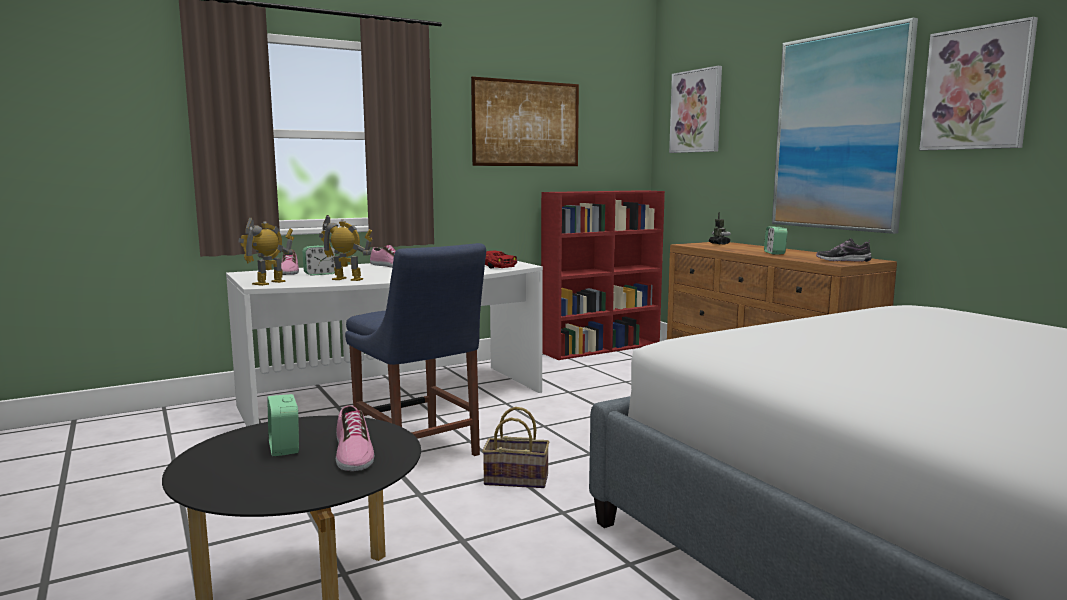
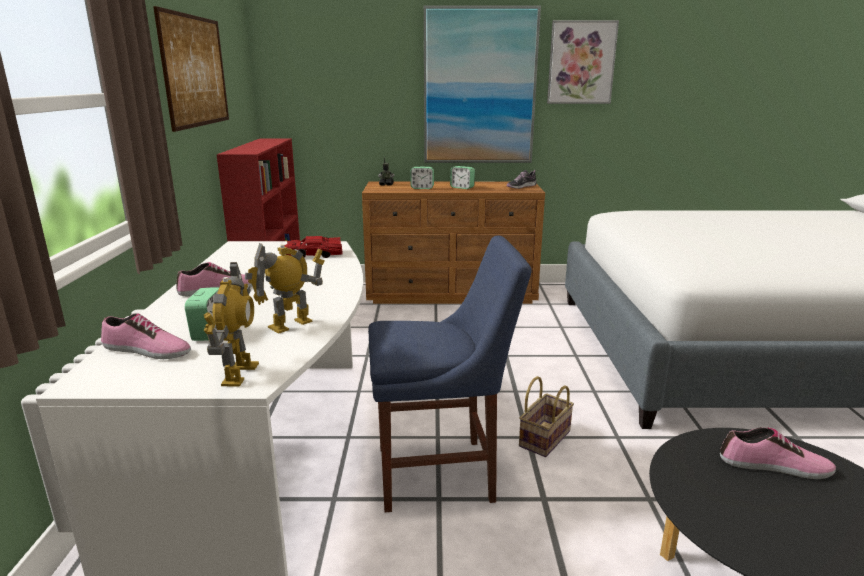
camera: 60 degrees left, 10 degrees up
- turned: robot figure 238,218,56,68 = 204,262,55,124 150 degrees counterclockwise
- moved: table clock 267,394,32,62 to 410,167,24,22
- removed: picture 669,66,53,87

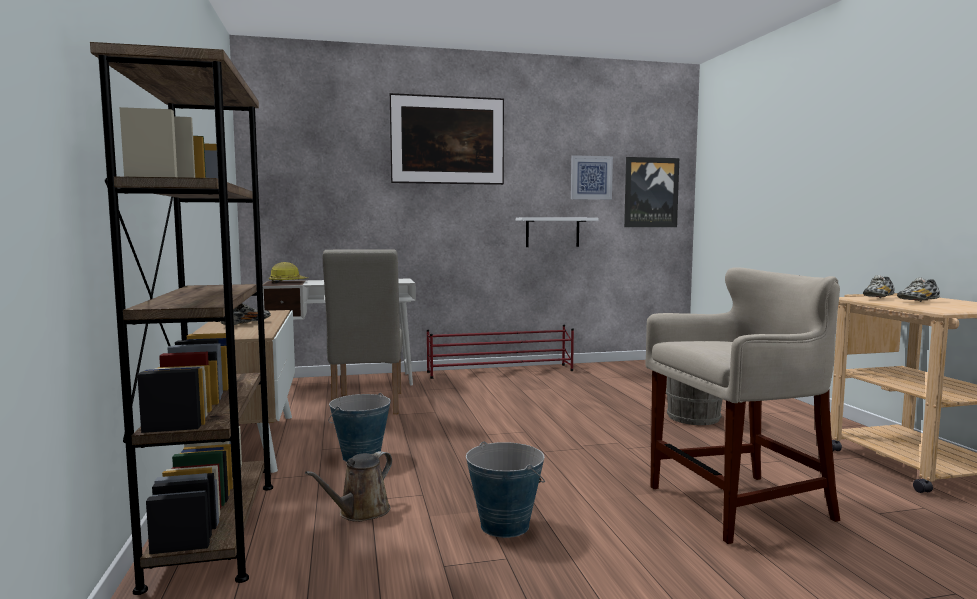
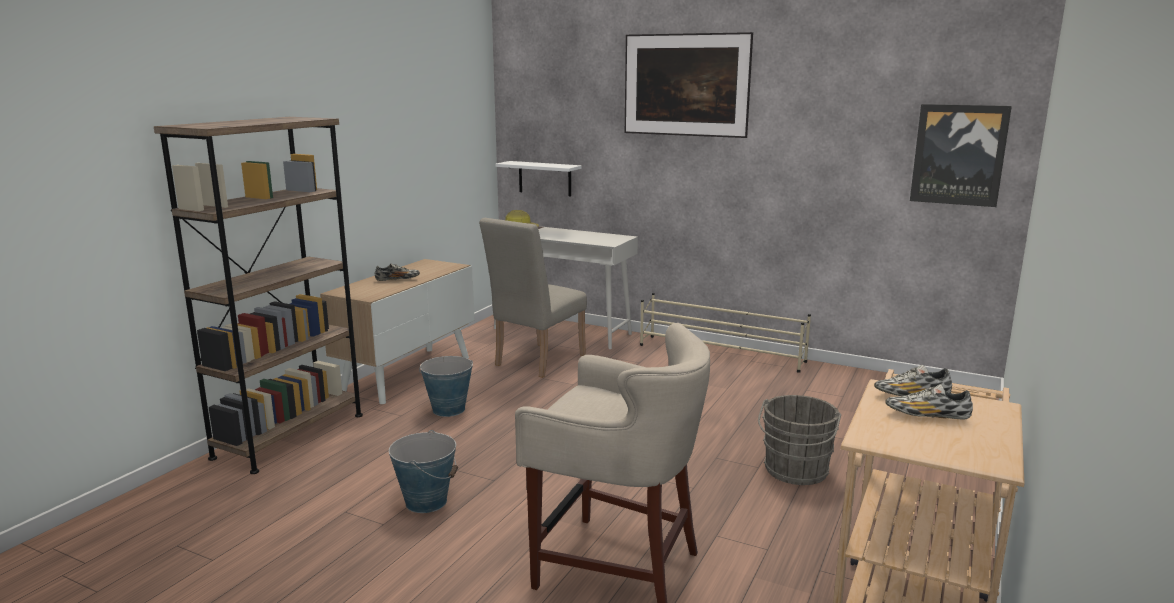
camera: 40 degrees right, 10 degrees up
- removed: brown-coloured watering pot 305,451,87,71
- recoloured: reddish shoe rack 427,325,147,54 to beige-coloured shoe rack 640,293,171,80
- moved: whitish shelf 516,217,82,30 to 495,161,87,35
- removed: picture 571,155,42,45

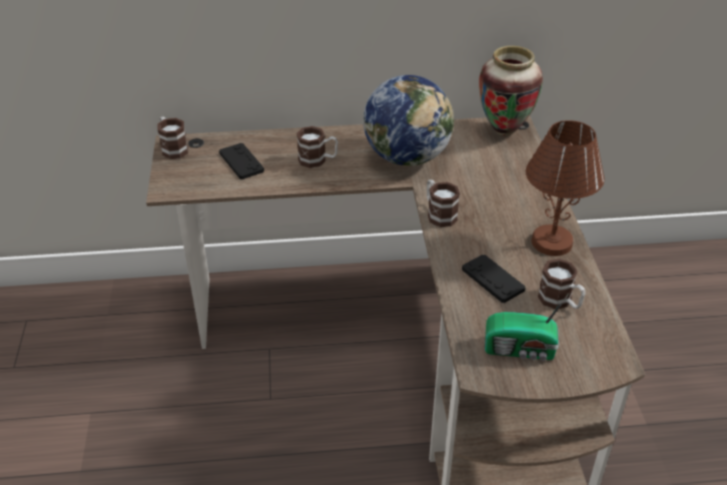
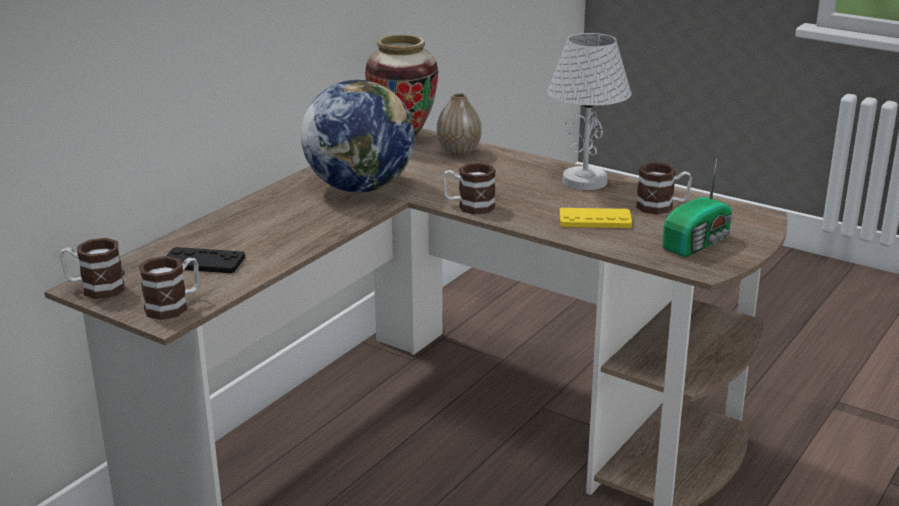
camera: 50 degrees left, 15 degrees down
- moved: tea mug 297,126,41,42 to 138,256,61,64
- recoloured: black-coloured gamepad 462,254,63,49 to yellow-coloured gamepad 560,208,72,20
- recoloured: brown-coloured table lamp 526,120,78,136 to whitish table lamp 547,33,84,157
- added: decorative vase 437,93,45,63

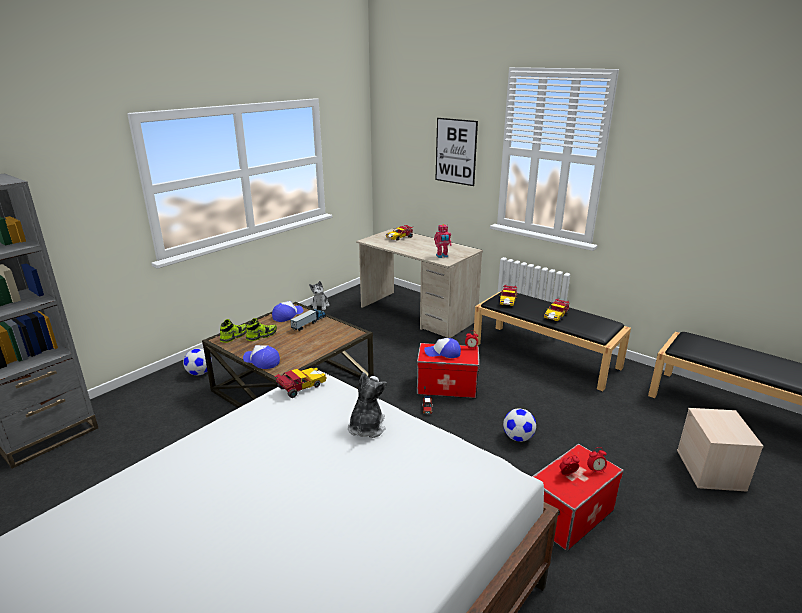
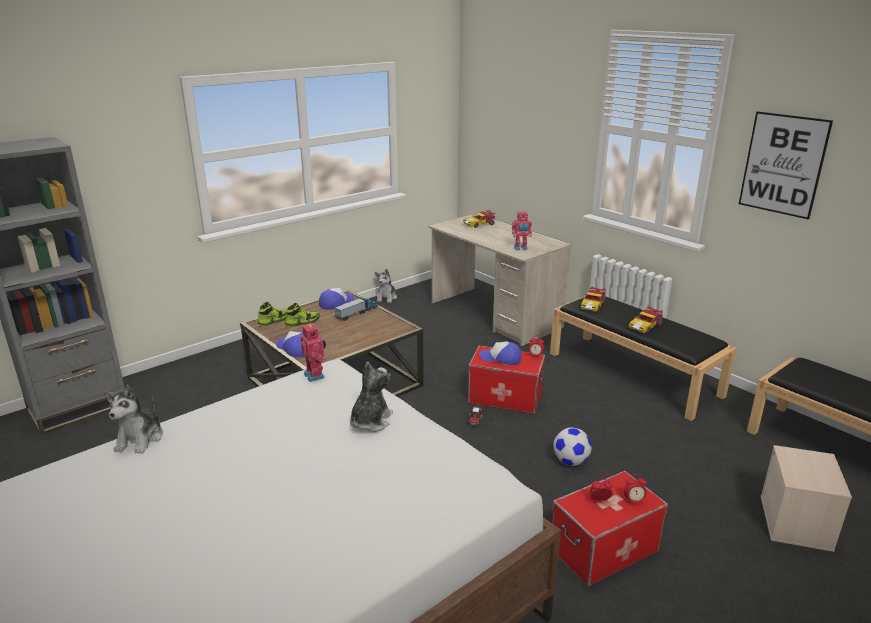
camera: 10 degrees right, 0 degrees up
- removed: football ball 183,349,29,26
- replaced: toy car 275,368,52,30 to robot figure 301,322,25,60
- moved: picture 435,118,43,68 to 739,111,94,109
- added: cuddly toy 104,385,59,69

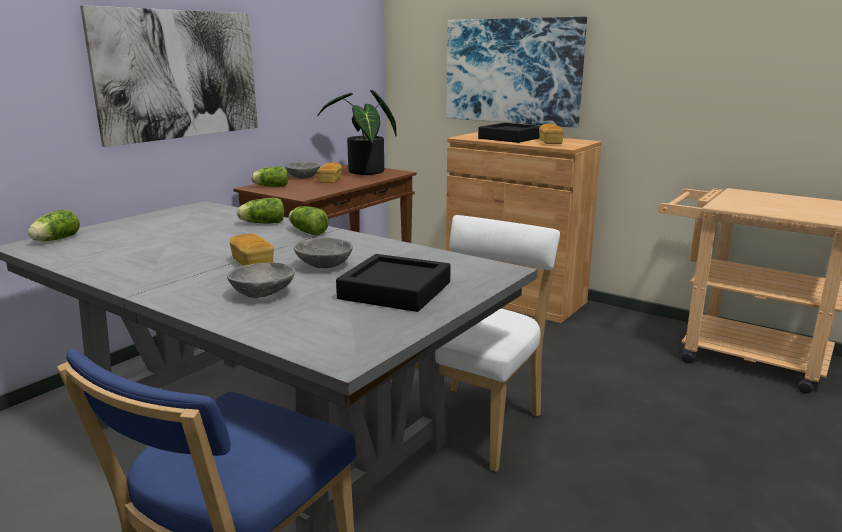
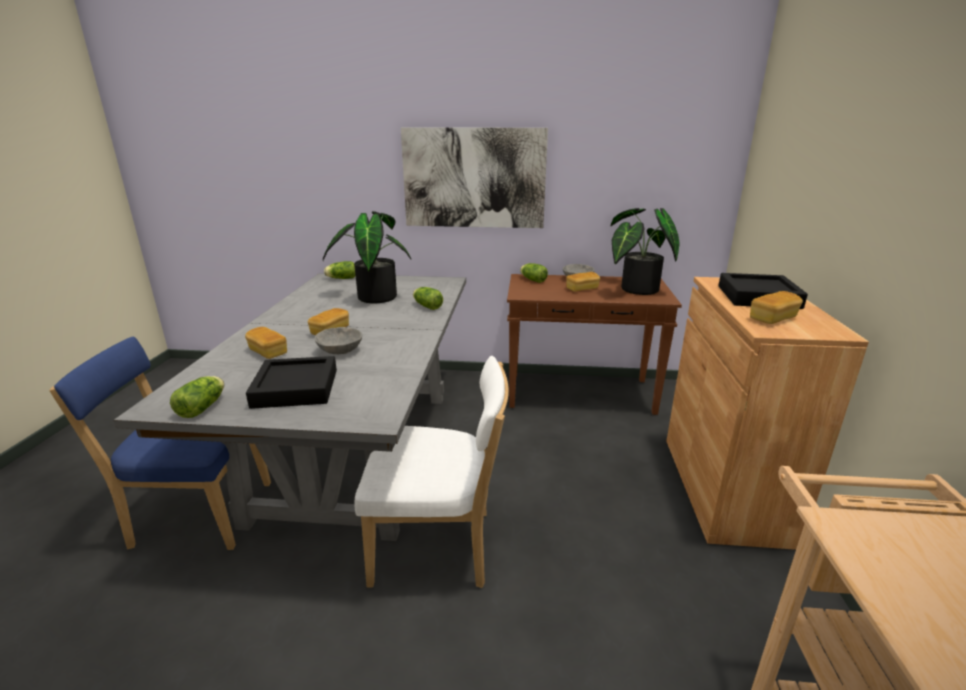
camera: 60 degrees right, 5 degrees up
- replaced: greyish bowl 227,263,68,35 to bread 245,327,42,32
- moved: head of lettuce 289,206,40,30 to 170,376,54,42
- removed: picture 446,17,141,111
- added: plant in a pot 323,211,88,92

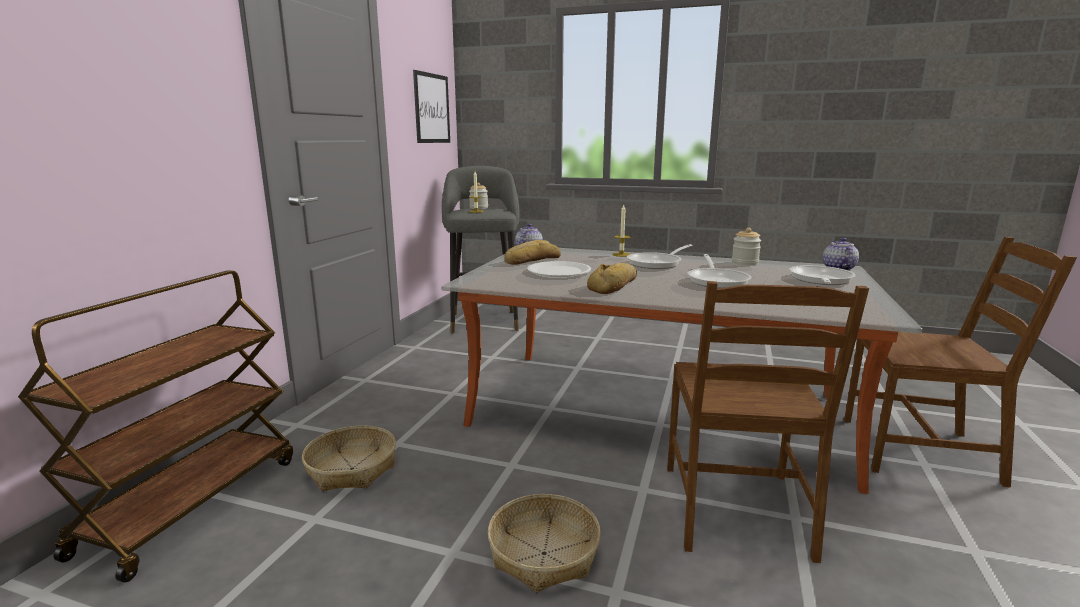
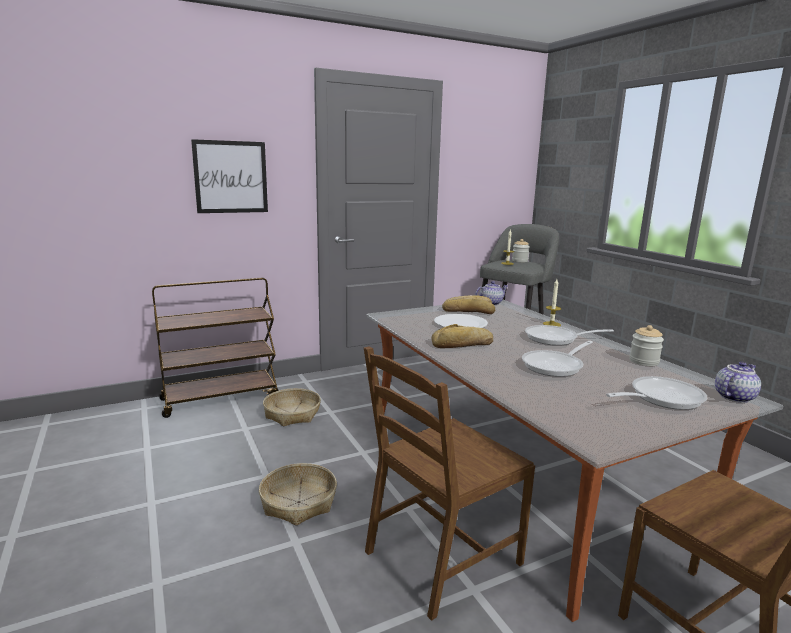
camera: 45 degrees right, 0 degrees up
- moved: picture 413,70,37,73 to 191,139,77,74

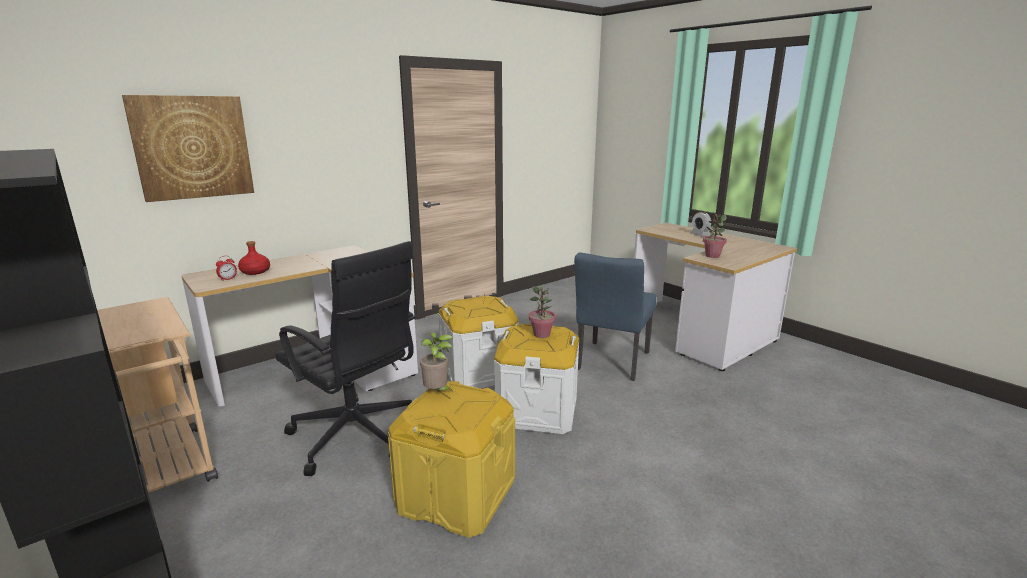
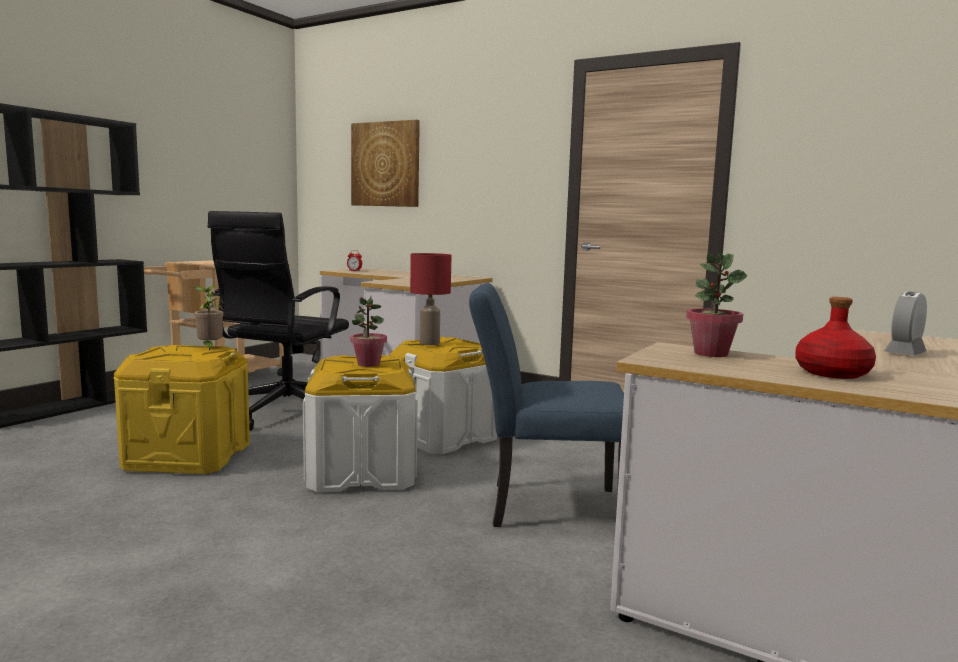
camera: 70 degrees right, 10 degrees down
- moved: reddish beverage bottle 238,241,32,34 to 795,297,81,82
- added: reddish table lamp 410,253,41,92

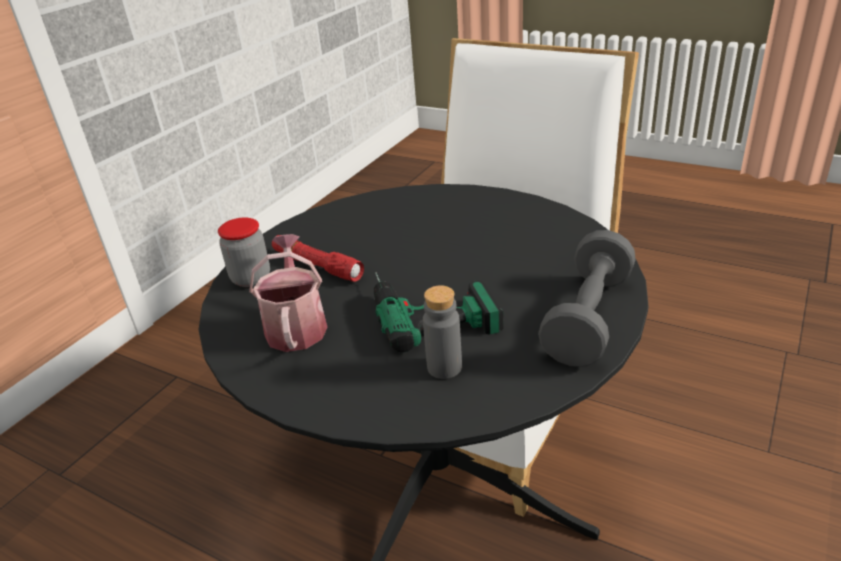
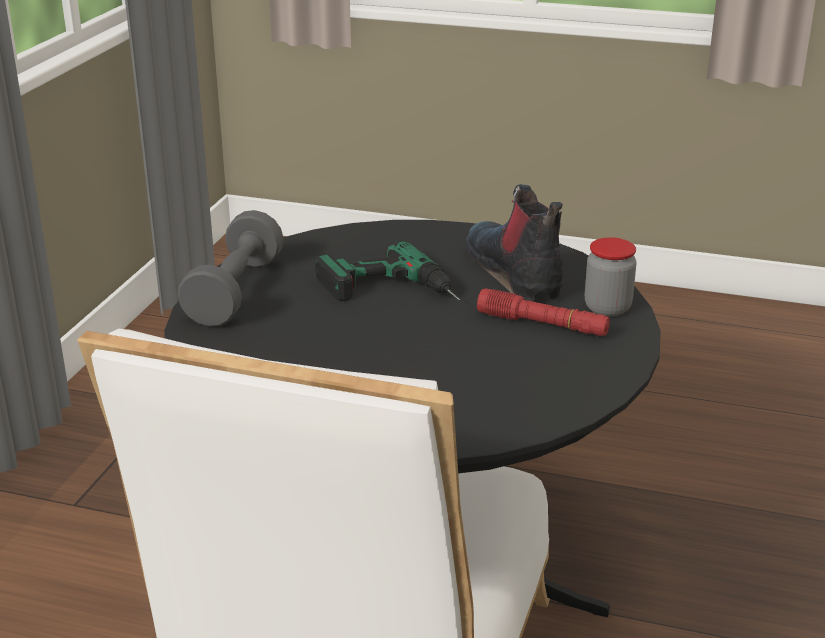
camera: 165 degrees right, 5 degrees down
- replaced: watering pot 249,234,79,118 to boot 466,184,97,117
- removed: greyish beverage bottle 423,285,39,94

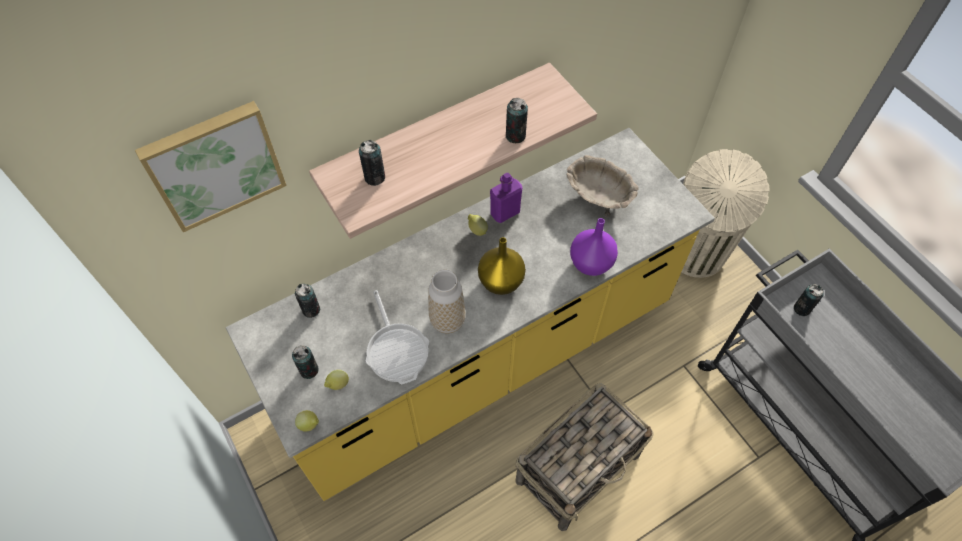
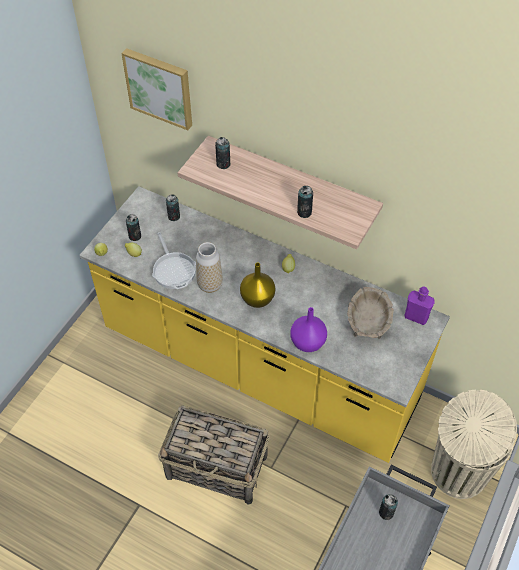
camera: 60 degrees right, 5 degrees down
- turned: pan 366,290,63,94 = 152,232,44,57 60 degrees counterclockwise
- moved: purple beverage bottle 490,173,32,50 to 405,286,30,39

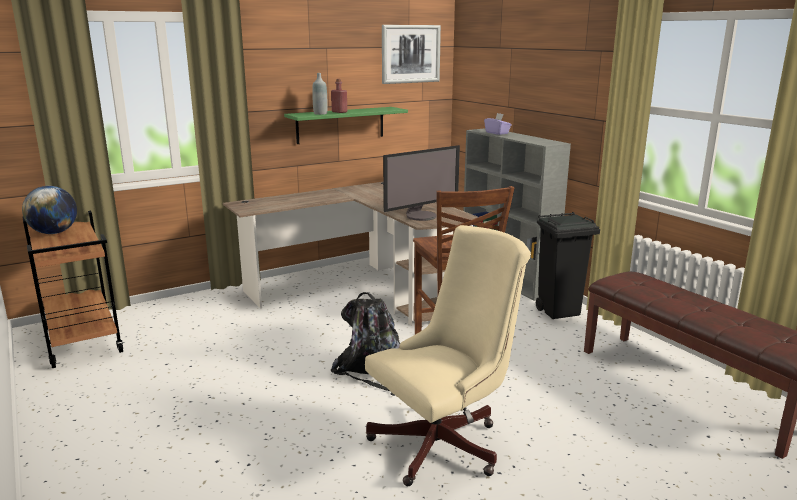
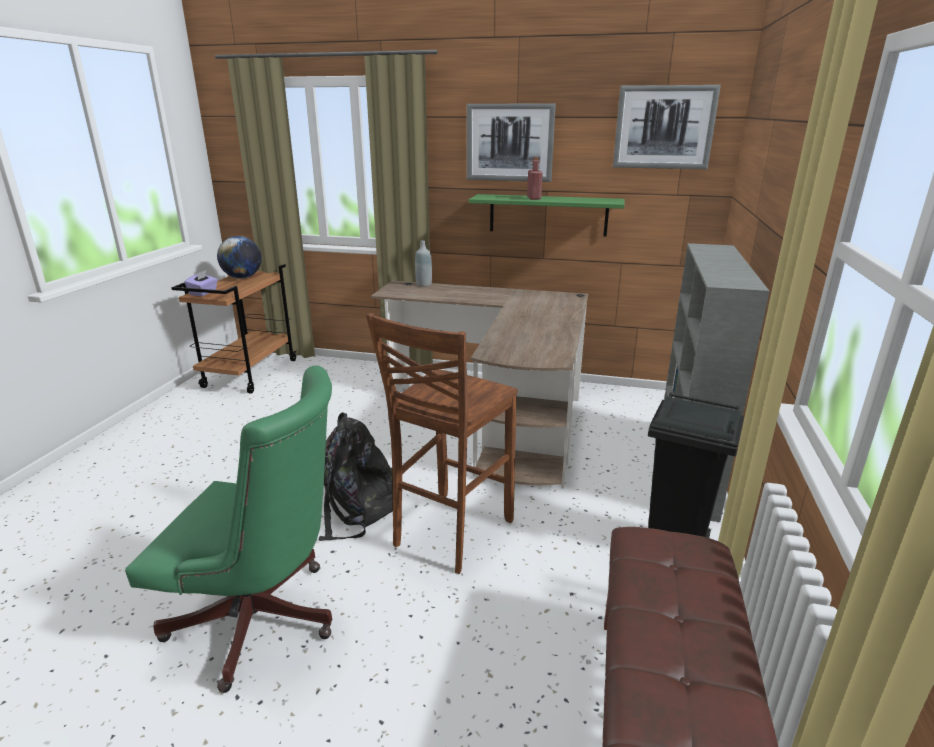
camera: 45 degrees right, 5 degrees up
- moved: greyish beverage bottle 312,73,16,42 to 415,240,17,47
- recoloured: beige-coloured office chair 365,225,166,261 to green office chair 125,366,207,327
- removed: computer display 383,145,77,76
- moved: purple box of tissues 484,113,28,22 to 185,270,33,26
- added: picture 467,104,89,78

